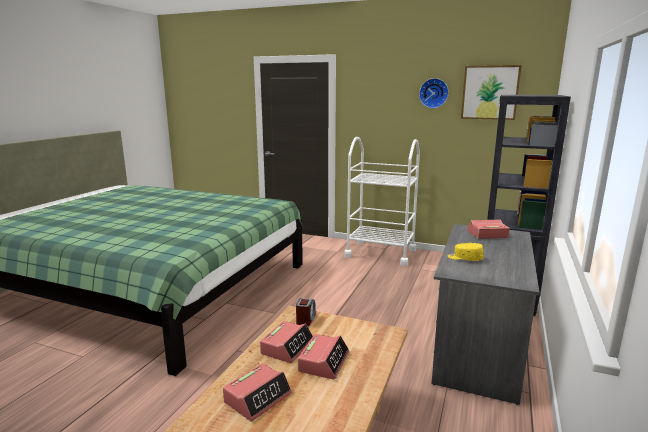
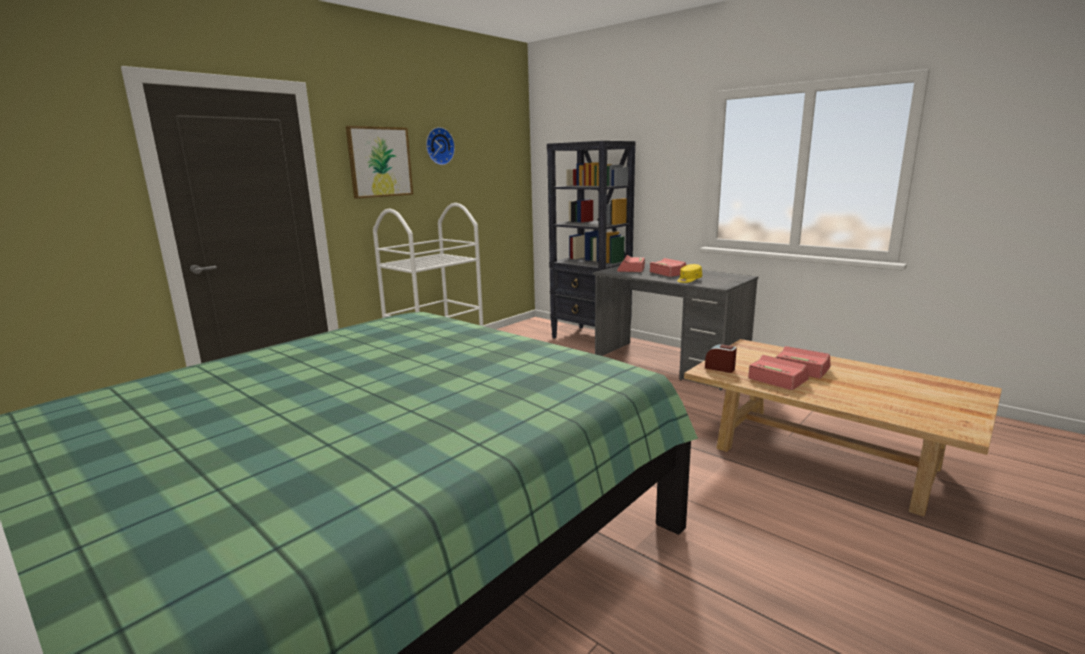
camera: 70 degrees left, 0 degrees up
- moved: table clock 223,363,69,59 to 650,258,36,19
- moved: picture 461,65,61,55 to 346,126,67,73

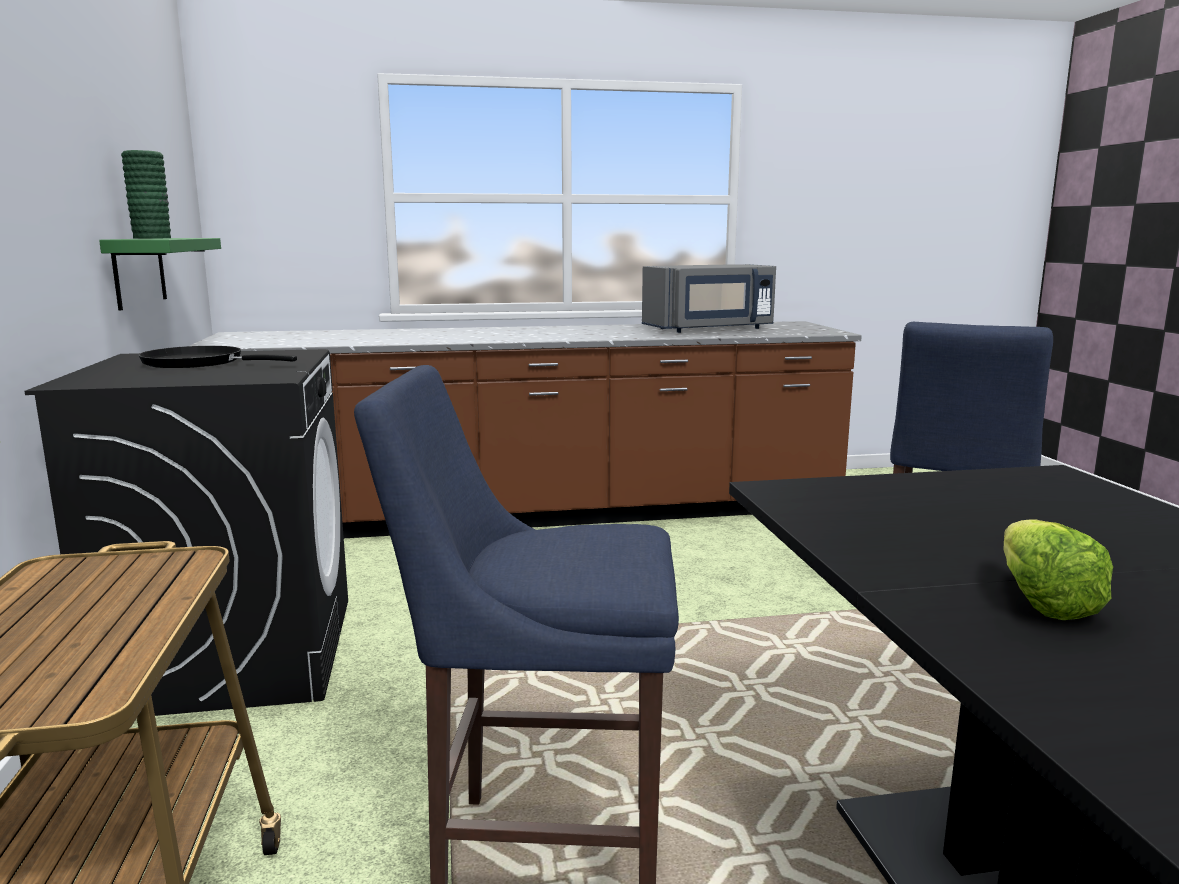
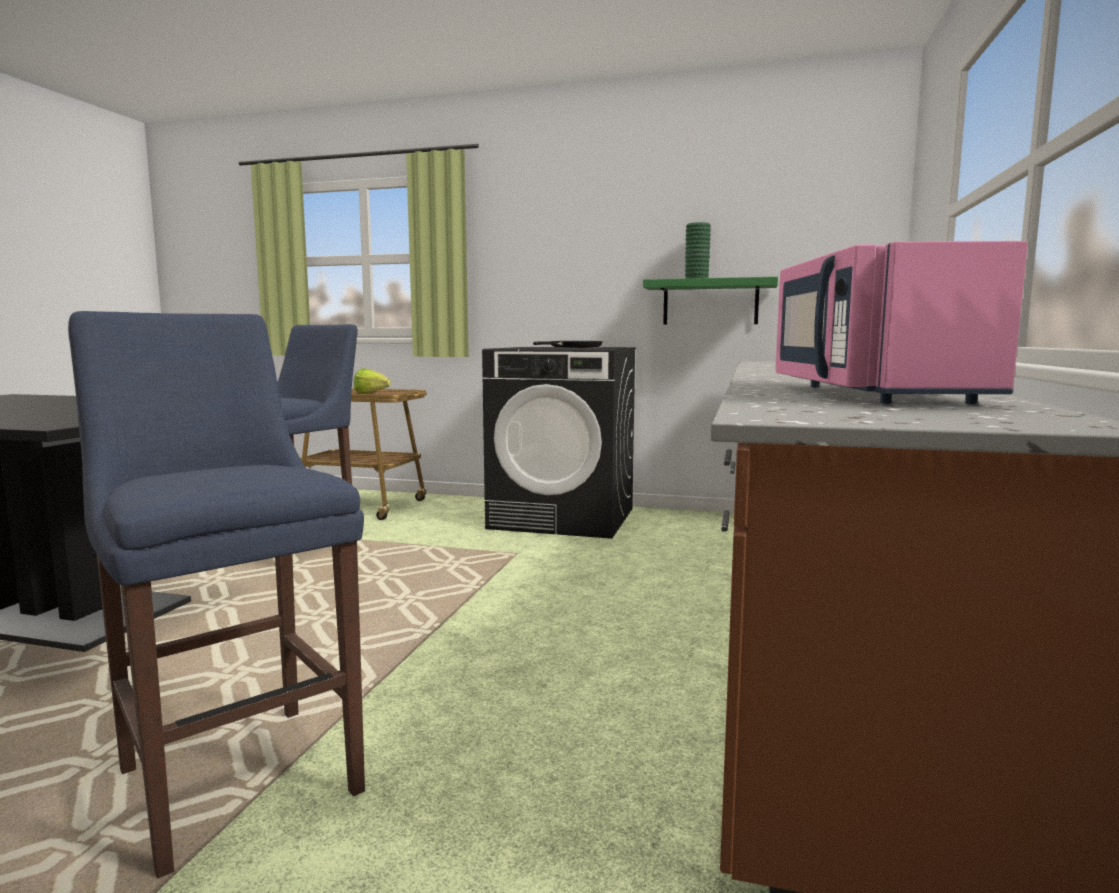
camera: 115 degrees right, 5 degrees down
- recoloured: greyish kitchen microwave 642,264,134,69 to pinkish kitchen microwave 776,241,252,163
- moved: head of lettuce 1003,519,110,101 to 354,368,37,26

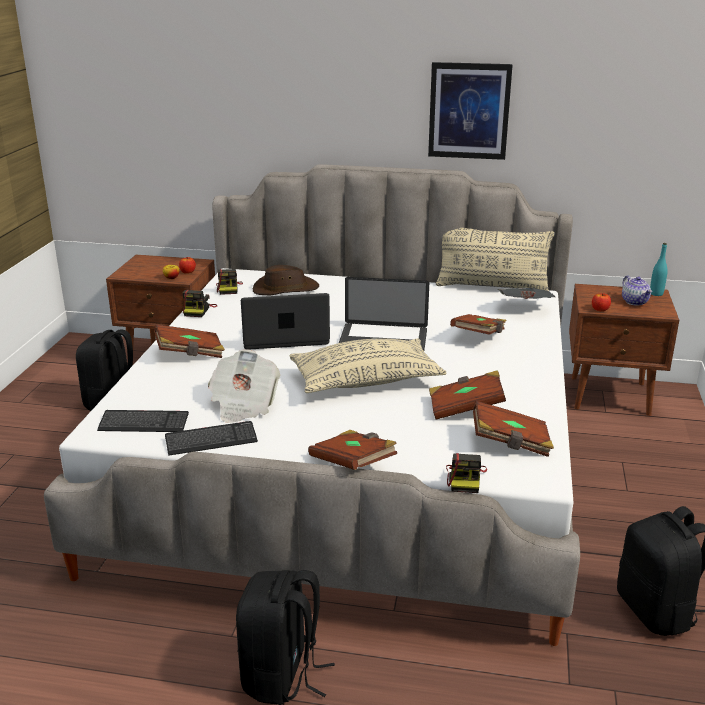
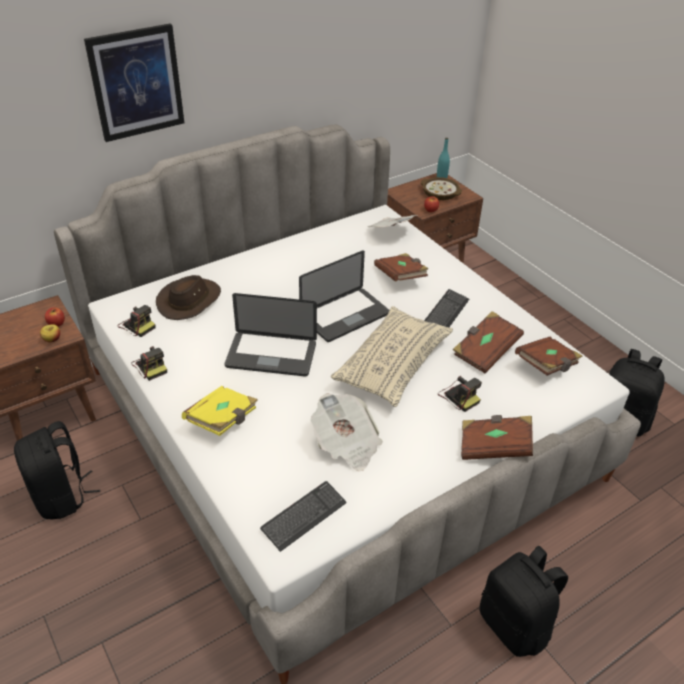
camera: 45 degrees left, 15 degrees up
- recoloured: brown-coloured volume 154,325,71,33 to yellow-coloured volume 182,386,76,50
- moved: keyboard 165,421,93,34 to 424,289,45,38
- turned: portable computer 241,293,89,57 = 224,293,93,84 120 degrees counterclockwise
- moved: picture 428,62,85,98 to 84,23,100,119
- removed: beige-coloured cushion 436,228,119,63
- moved: photo camera 446,453,41,40 to 438,376,44,36
- replaced: tea pot 622,275,30,31 to bowl 421,177,42,23

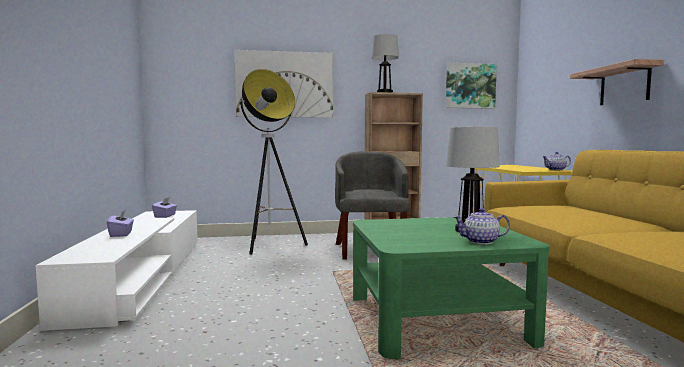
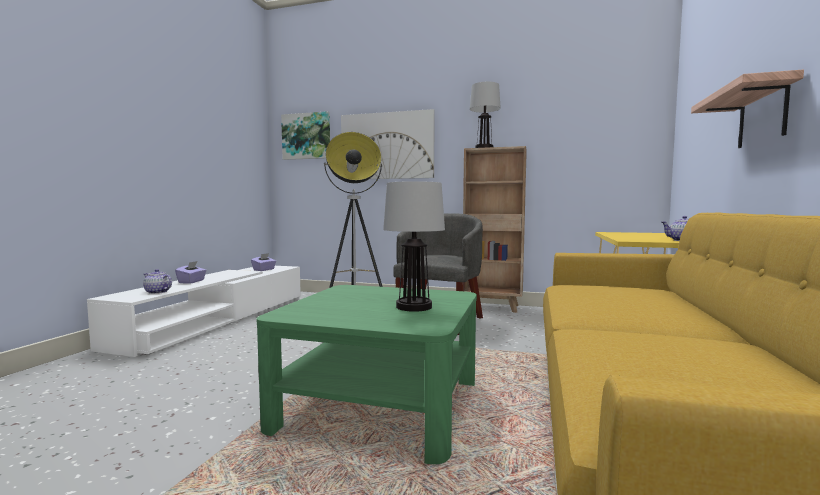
camera: 25 degrees right, 0 degrees up
- moved: picture 446,63,51,46 to 281,111,49,49
- moved: tea pot 453,208,57,36 to 143,269,29,25

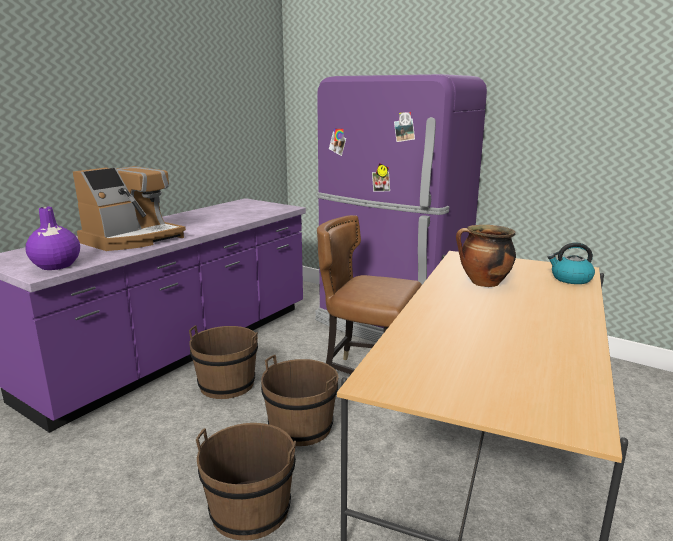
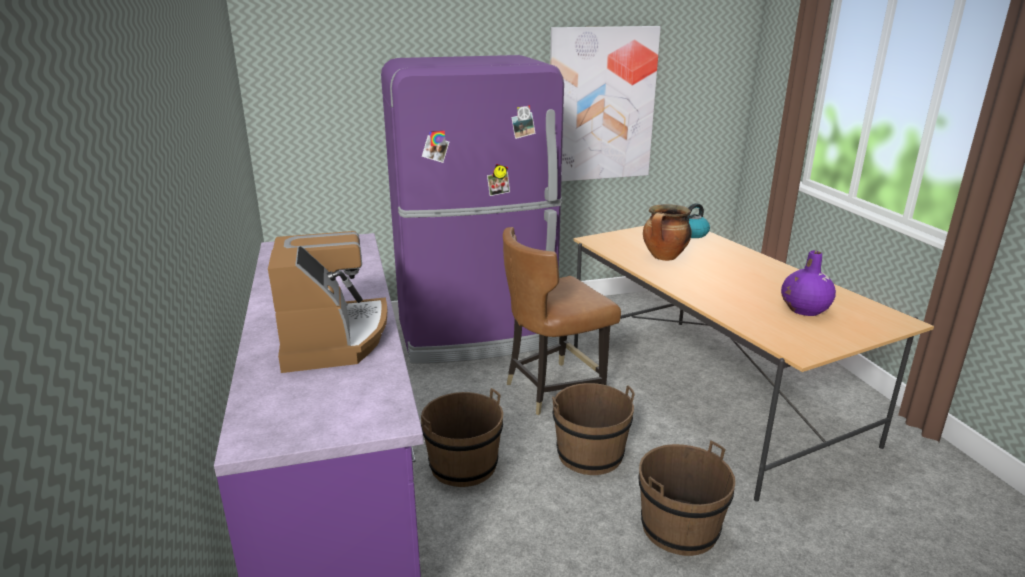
camera: 50 degrees left, 5 degrees up
- moved: purple decorative vase 25,207,55,63 to 781,251,55,65
- added: picture 550,26,111,155

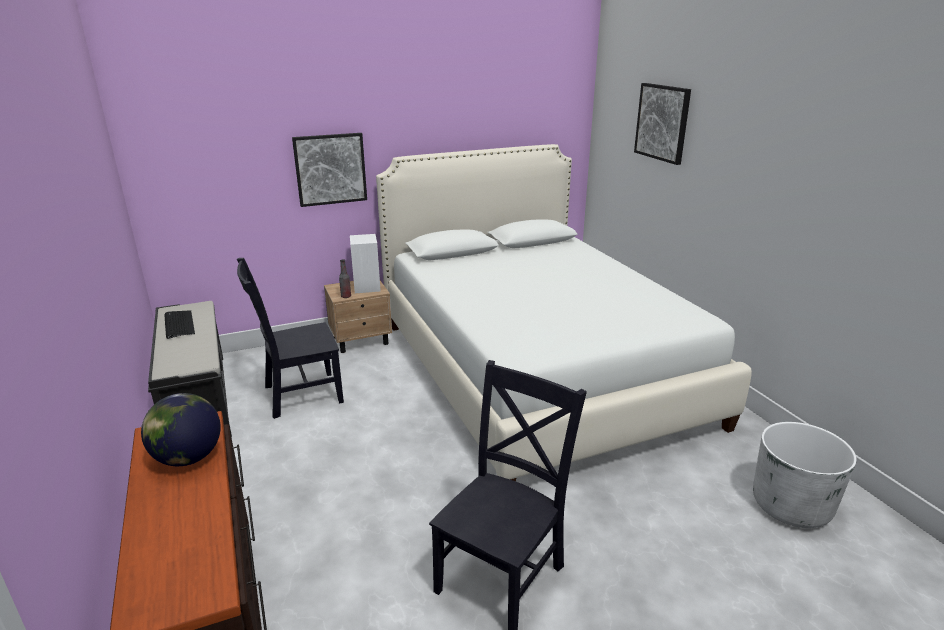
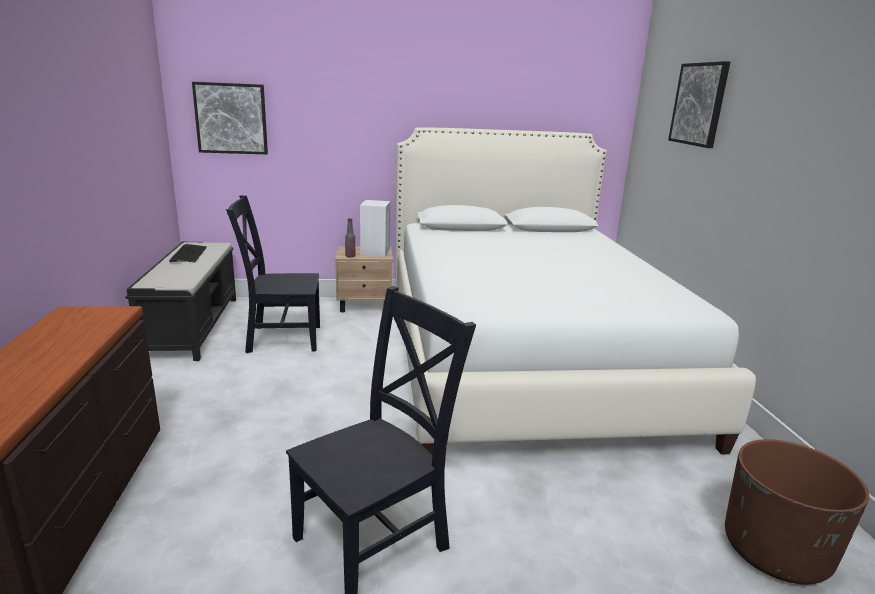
camera: 15 degrees right, 5 degrees down
- removed: desk globe 141,393,80,73
- moved: picture 292,133,75,74 to 192,82,76,72
- recoloured: whitish planter 753,422,104,106 to brown-coloured planter 725,439,144,145

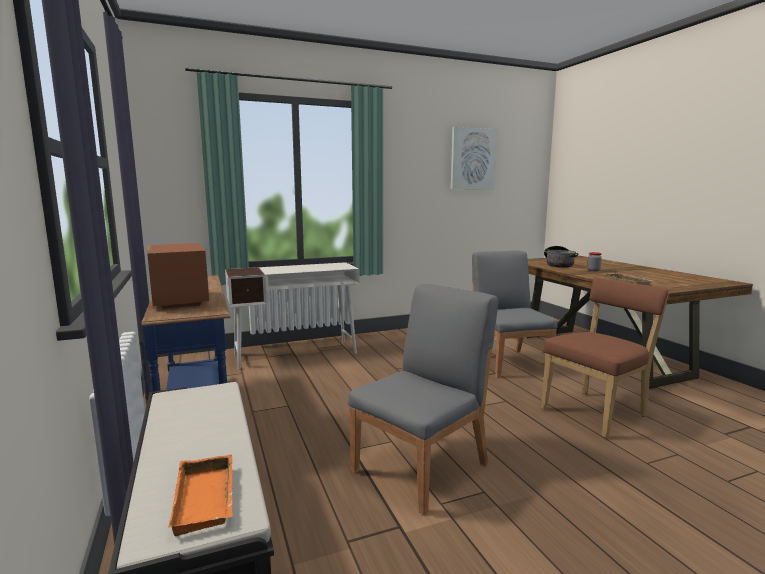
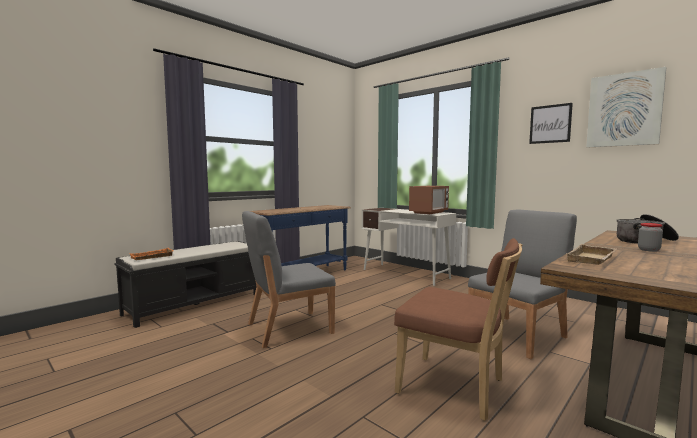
camera: 65 degrees right, 5 degrees down
- moved: kitchen microwave 147,243,62,66 to 409,186,40,29
- turned: greyish plain chair 348,284,150,231 = 242,211,94,137 135 degrees clockwise
- added: picture 529,103,44,41

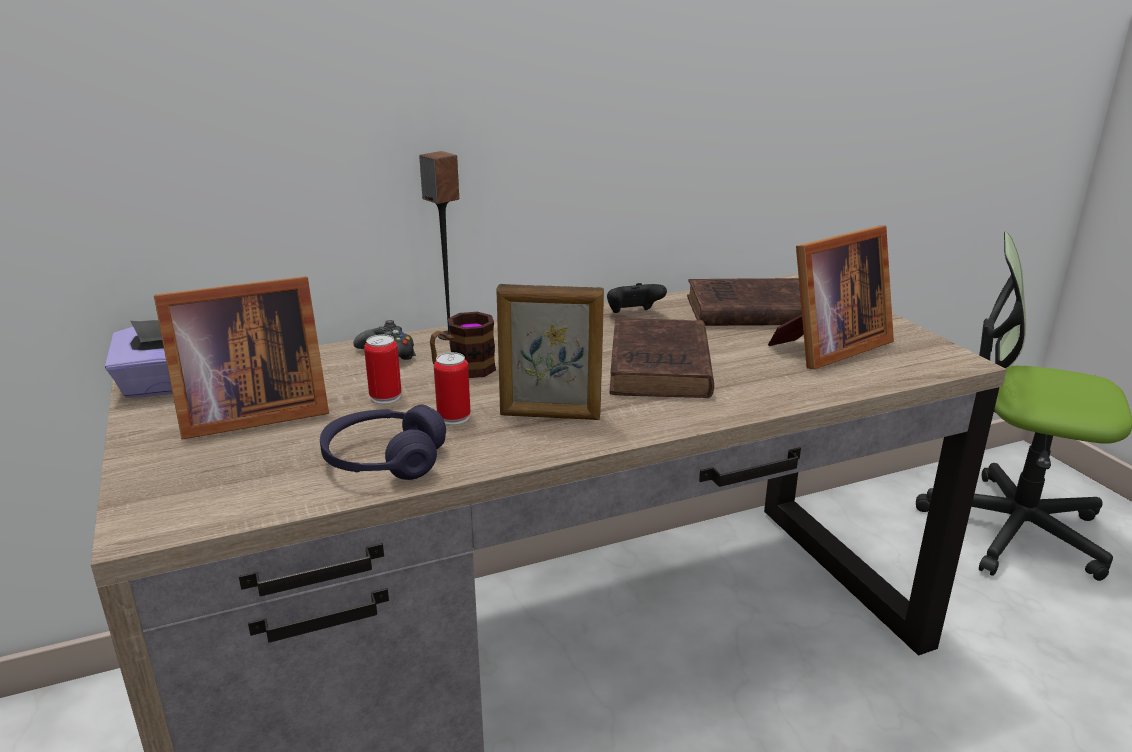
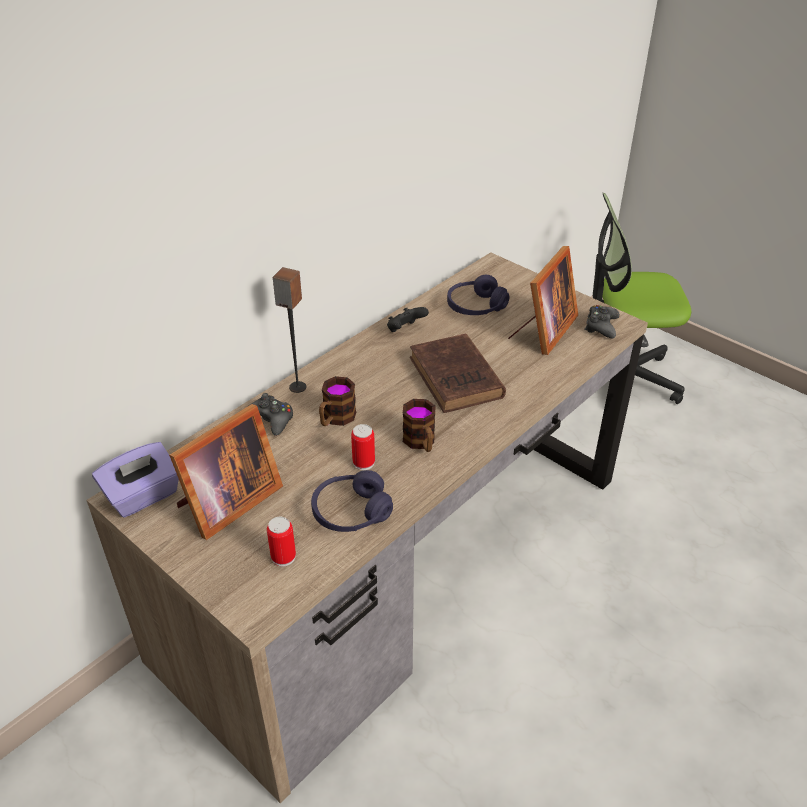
camera: 25 degrees left, 15 degrees up
- moved: metal can 364,335,37,69 to 267,517,29,50
- replaced: photo frame 496,284,108,136 to tea mug 403,399,32,53
- replaced: brown-coloured volume 687,278,115,48 to purple headset 447,275,62,40
- added: black-coloured gamepad 584,305,36,33

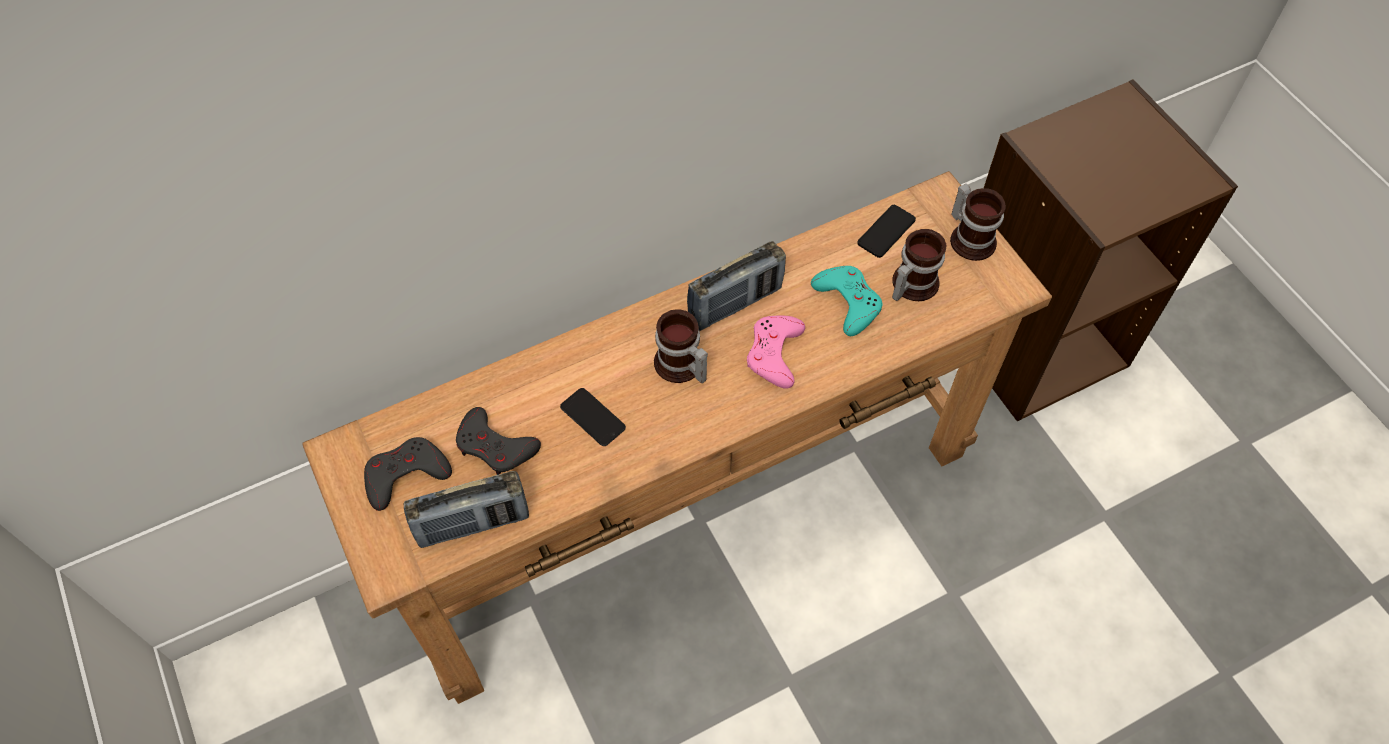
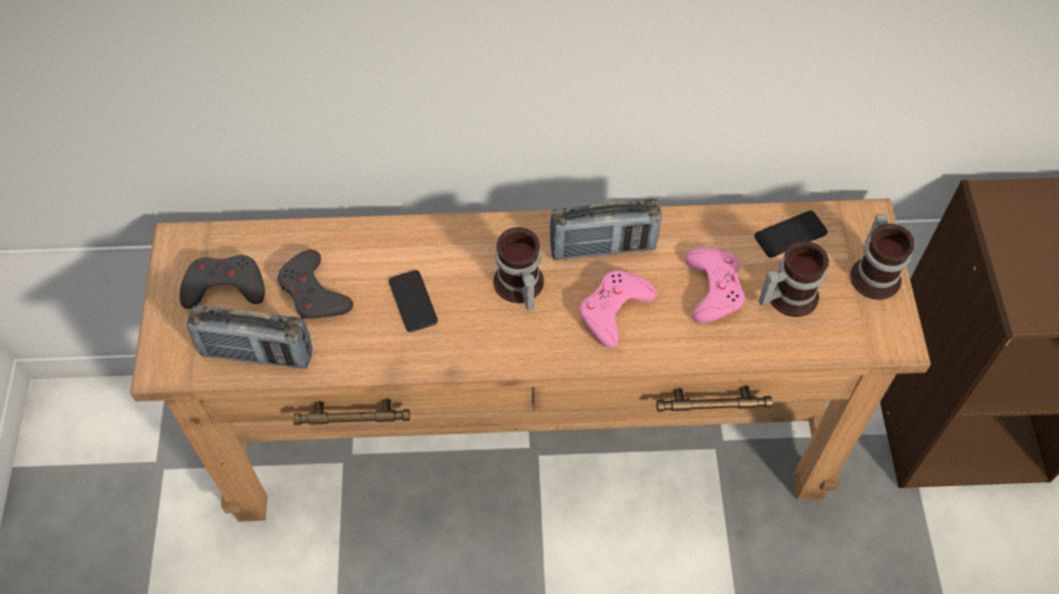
camera: 25 degrees right, 0 degrees up
- recoloured: blue-green gamepad 811,266,72,70 to pinkish gamepad 685,248,60,75

